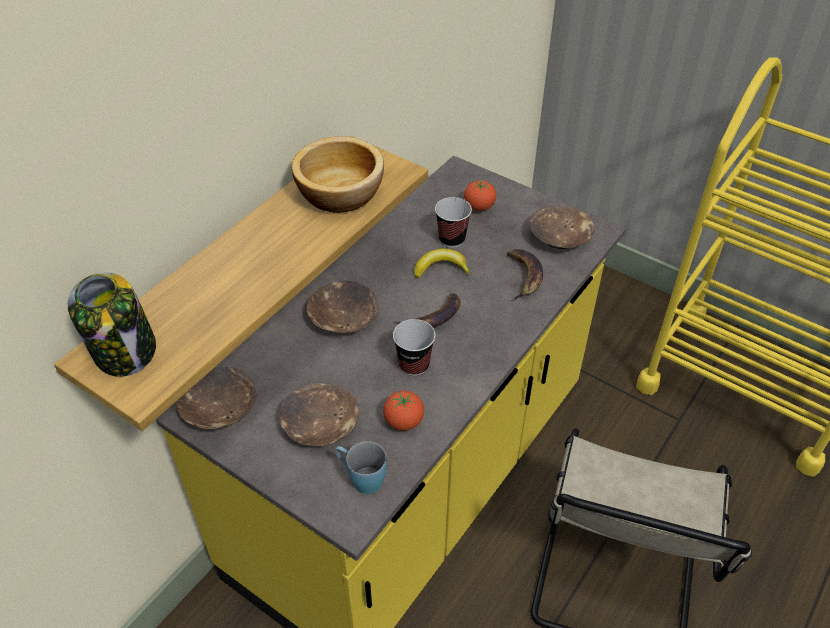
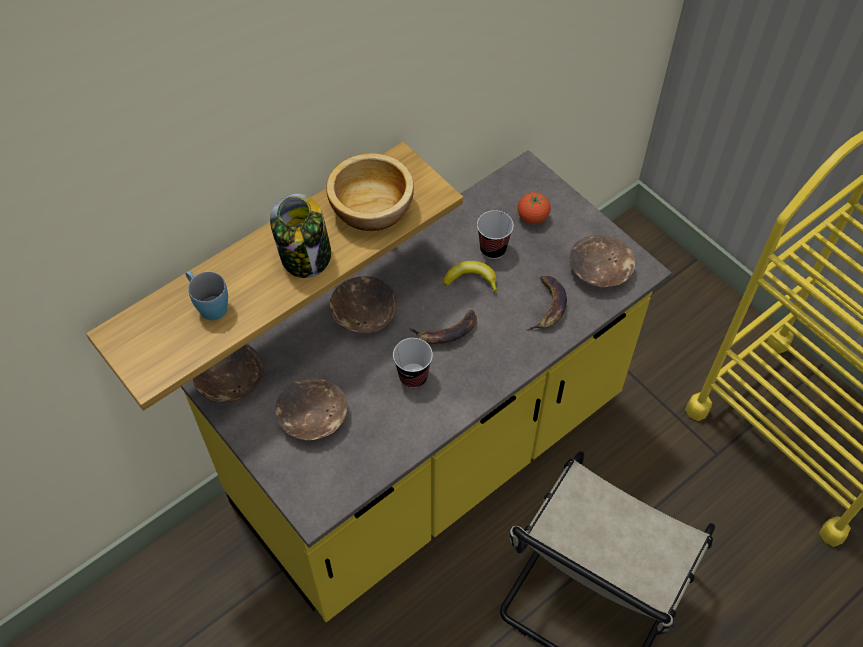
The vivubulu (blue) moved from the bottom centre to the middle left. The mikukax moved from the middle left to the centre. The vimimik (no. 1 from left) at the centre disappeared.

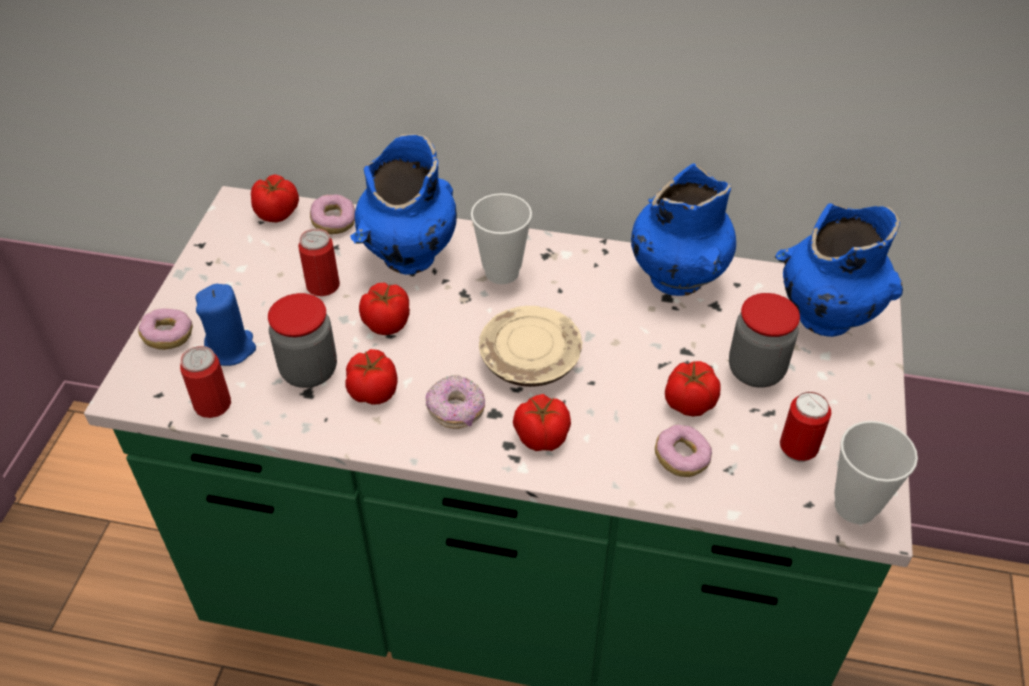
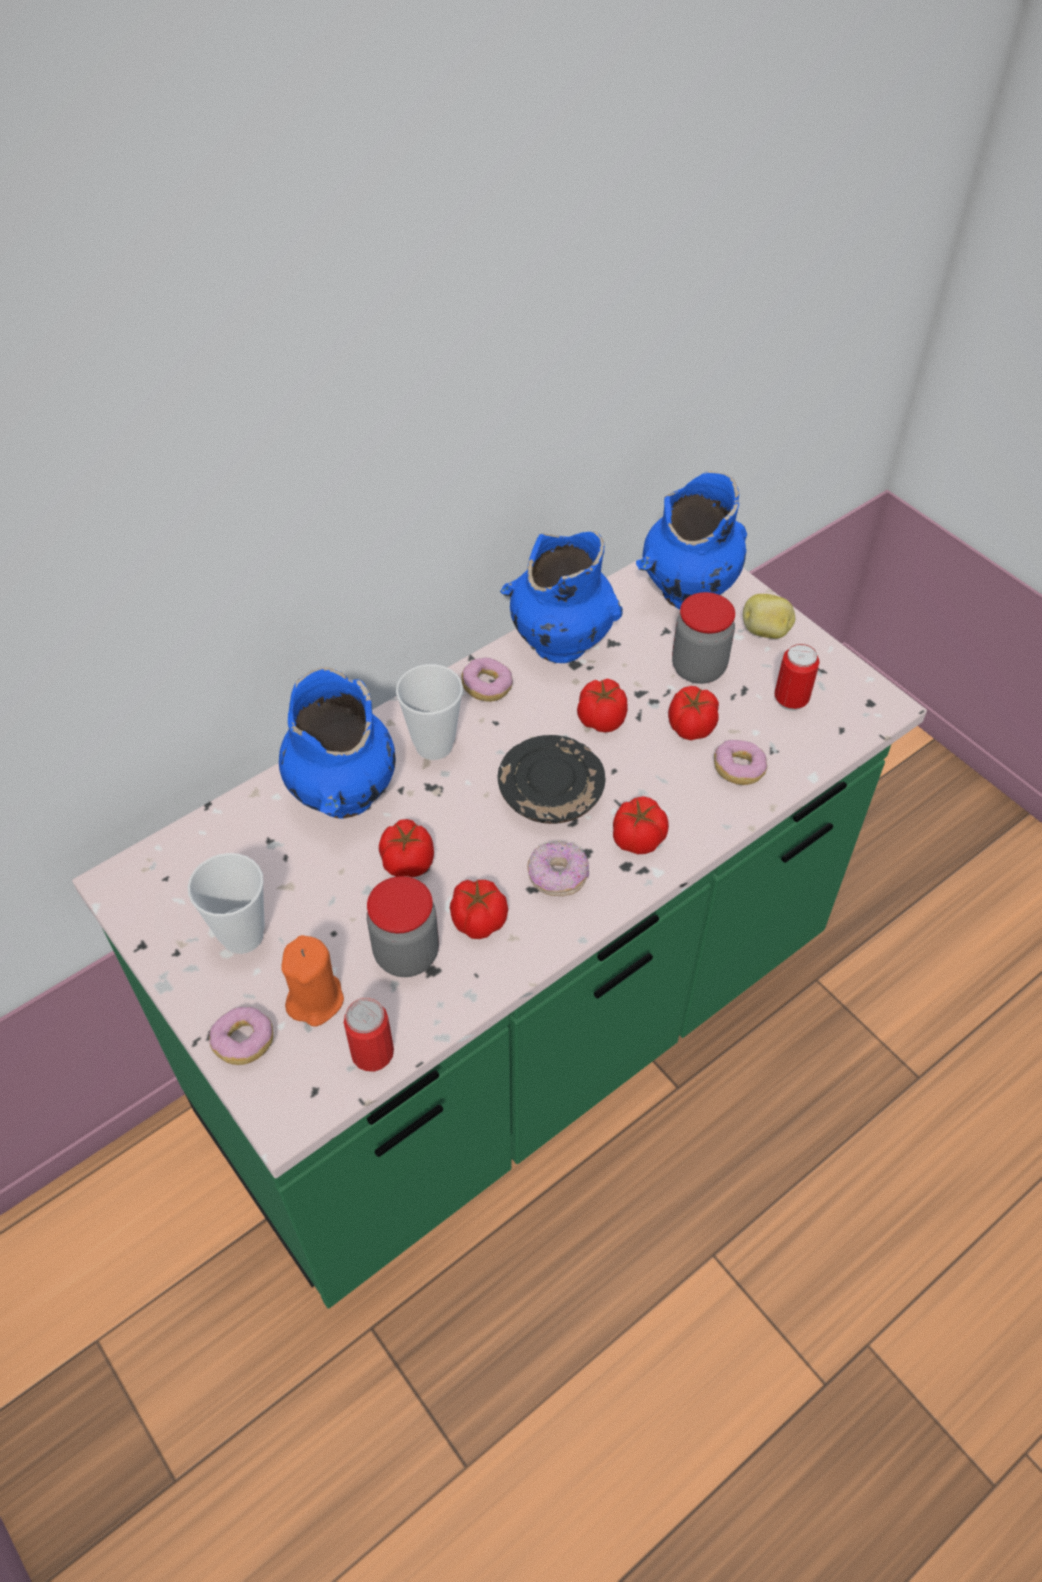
The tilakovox (no. 2 from left in the first image) moved from the bottom right to the middle left. The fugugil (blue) at the middle left became the fugugil (orange) at the middle left. The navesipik (no. 2 from left) moved from the top left to the centre. The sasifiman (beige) at the centre became the sasifiman (black) at the centre. The vimimik (no. 1 from left in the first image) moved from the top left to the centre. The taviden at the middle right appeared. The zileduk (no. 2 from left) at the middle left disappeared.

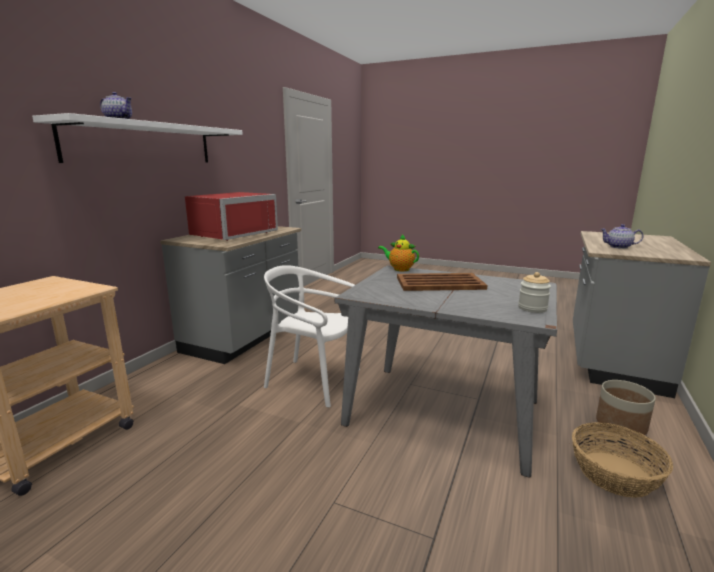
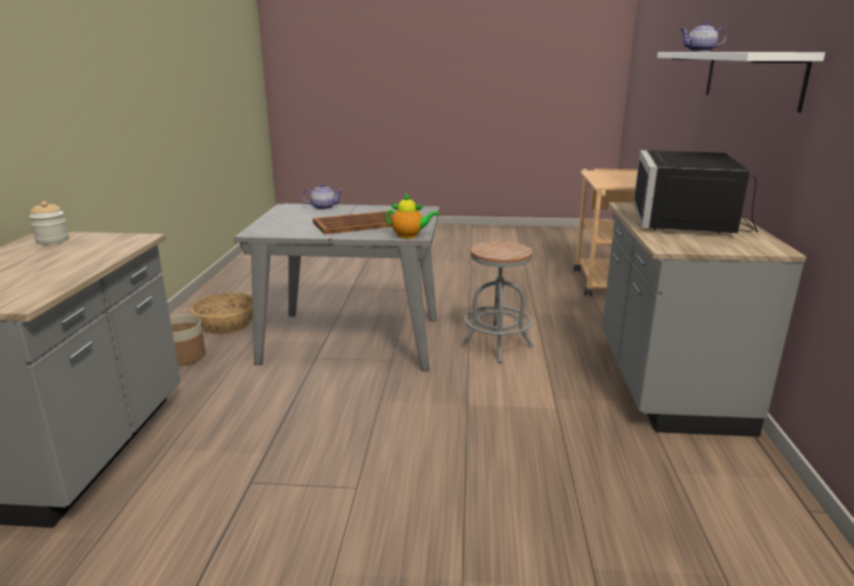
The mikukax moved from the middle right to the middle left. The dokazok (no. 3 from left in the first image) moved from the middle right to the centre. The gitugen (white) at the centre was replaced by the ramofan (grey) at the centre. The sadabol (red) at the middle left became the sadabol (black) at the top right.

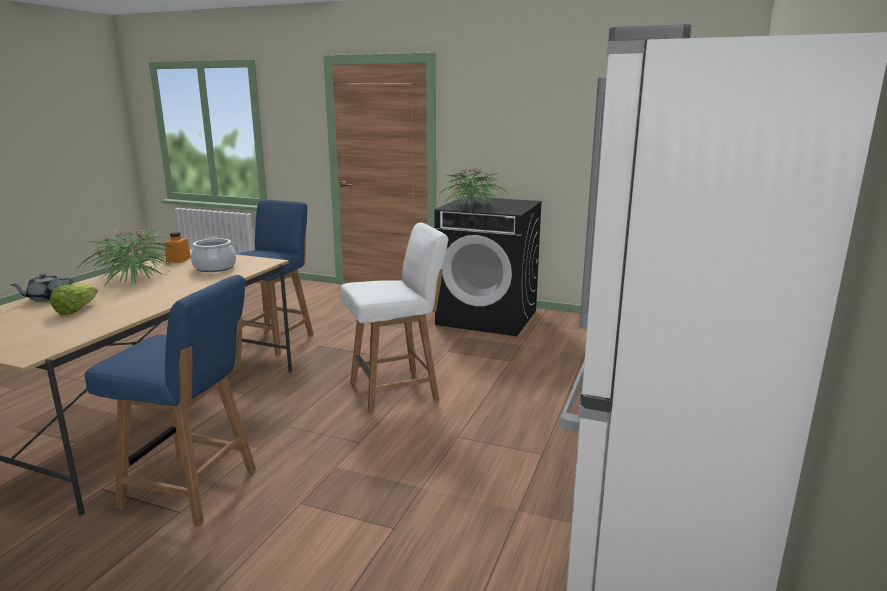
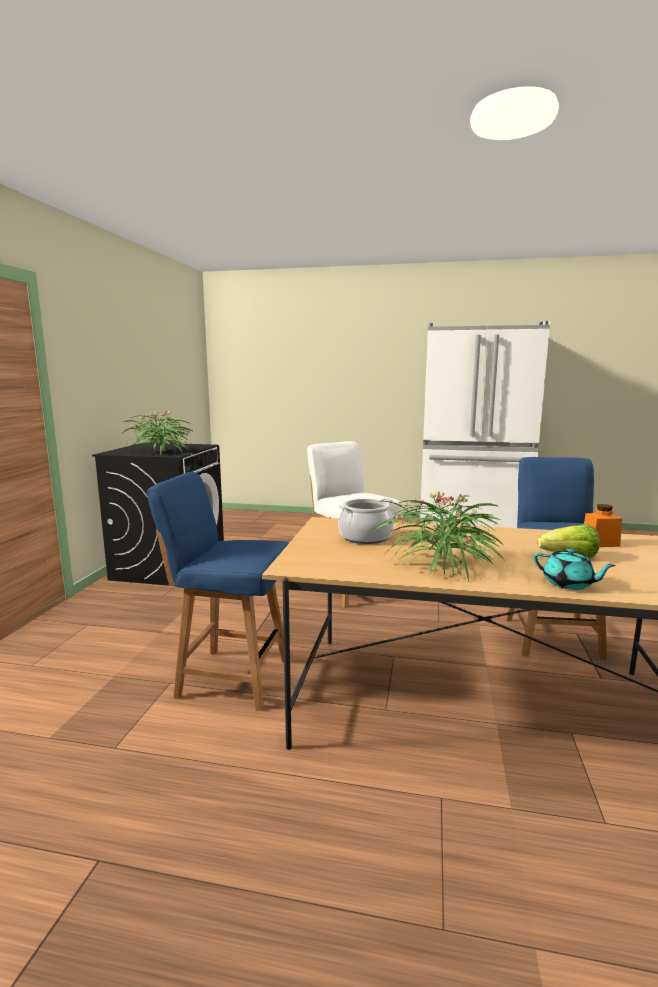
The dokazok (grey) at the middle left became the dokazok (turquoise) at the middle right. The mikukax (orange) moved from the middle left to the middle right.

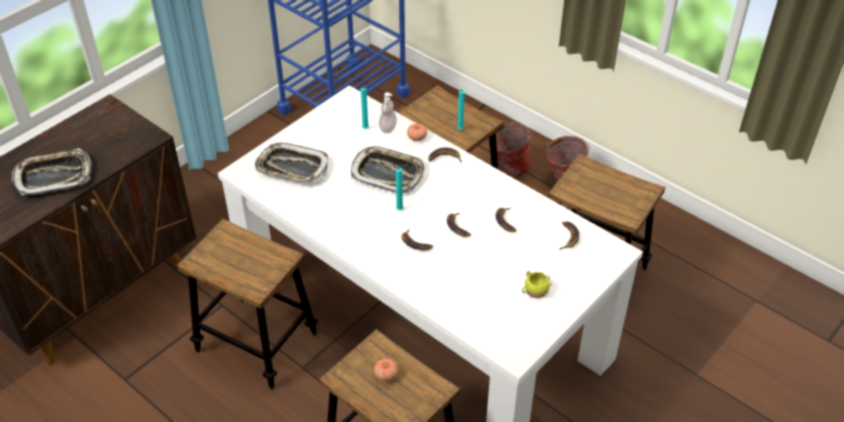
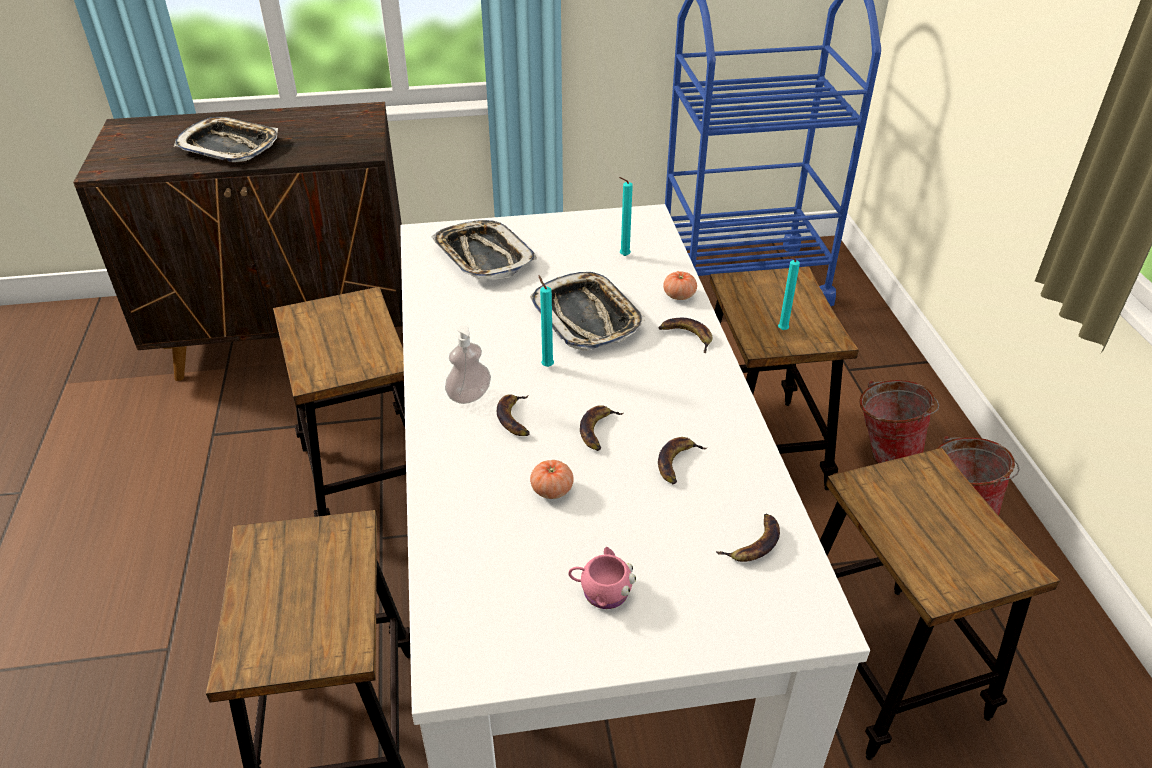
The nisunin moved from the top centre to the centre. The vimimik (no. 1 from left) moved from the bottom centre to the centre. The vivubulu (yellow) at the bottom centre became the vivubulu (pink) at the bottom centre.

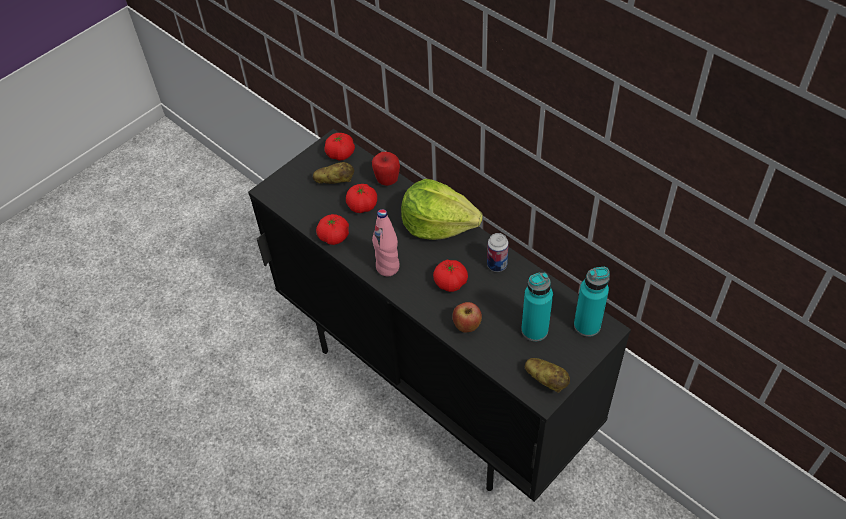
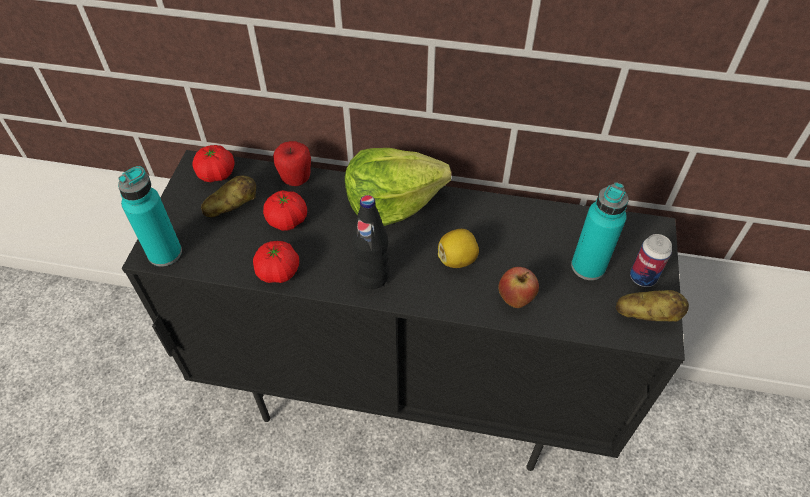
The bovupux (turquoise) (no. 2 from left in the first image) moved from the middle right to the middle left. The bovupux (pink) at the centre became the bovupux (black) at the centre. The vimimik (no. 4 from left) at the centre was replaced by the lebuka at the centre. The zileduk moved from the centre to the middle right.

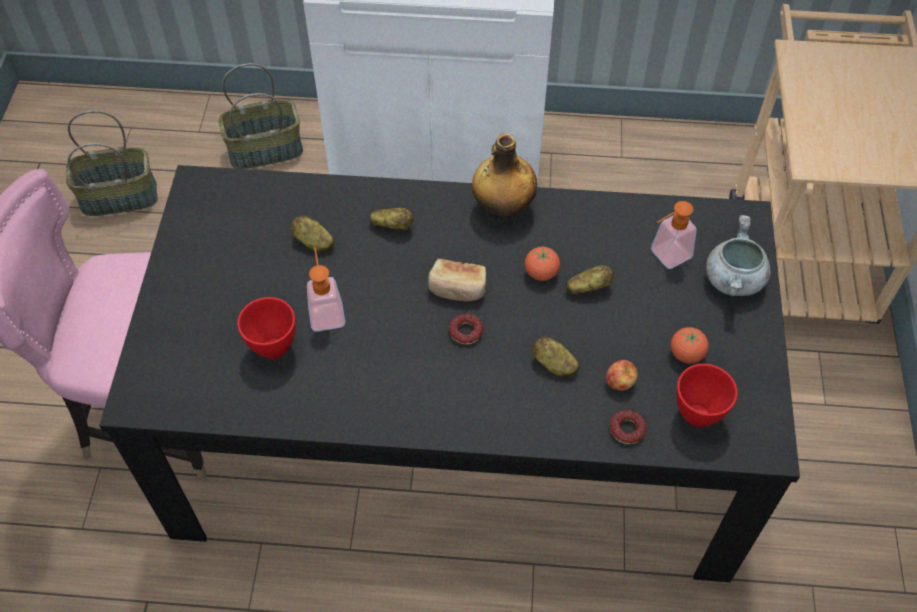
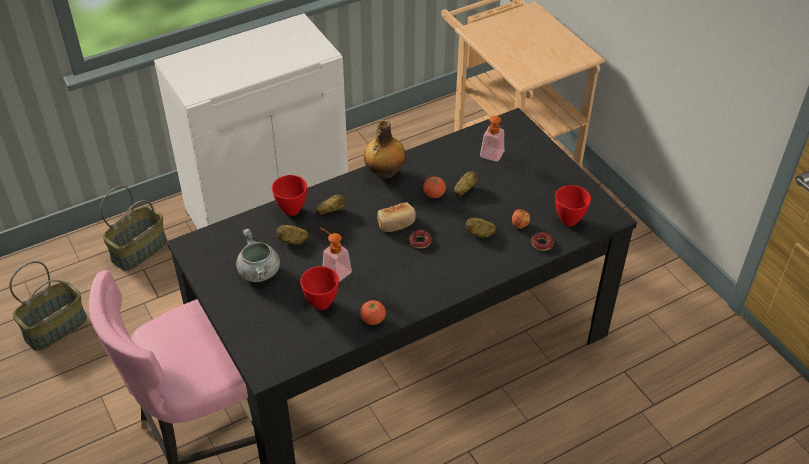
The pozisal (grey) moved from the middle right to the middle left. The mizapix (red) (no. 1 from left) at the centre appeared. The vimimik (no. 2 from left in the first image) moved from the middle right to the bottom centre.

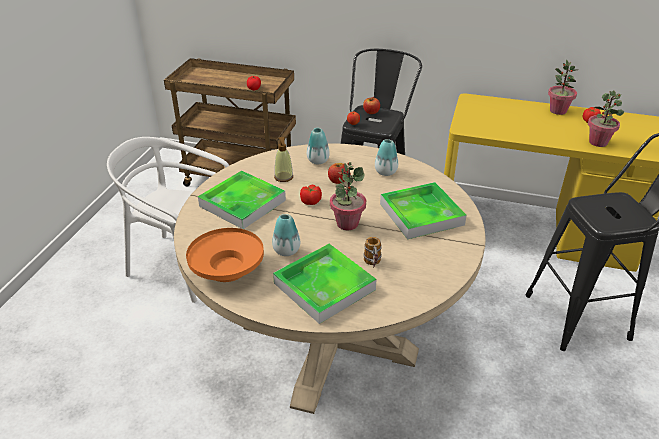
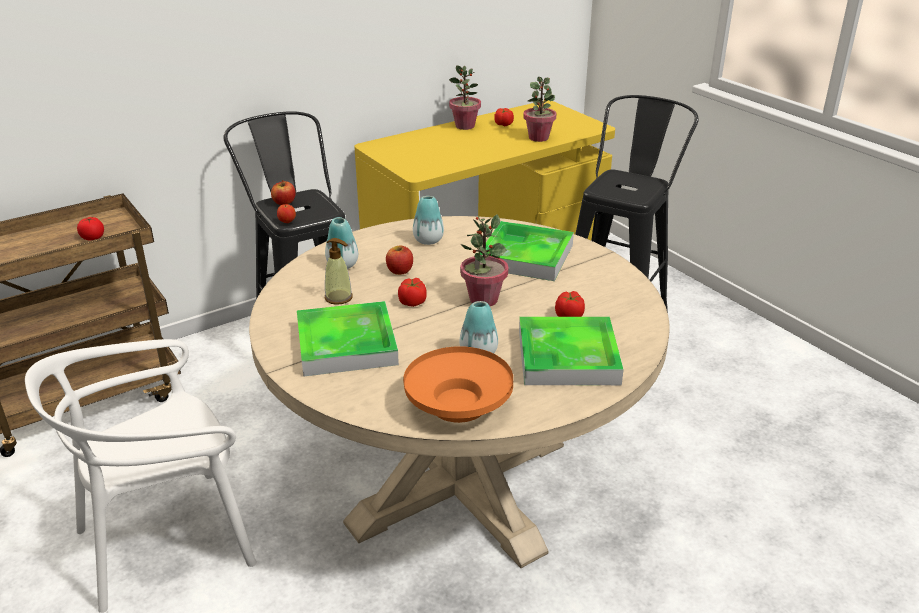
The vivubulu at the centre was replaced by the vimimik (no. 4 from left) at the centre.

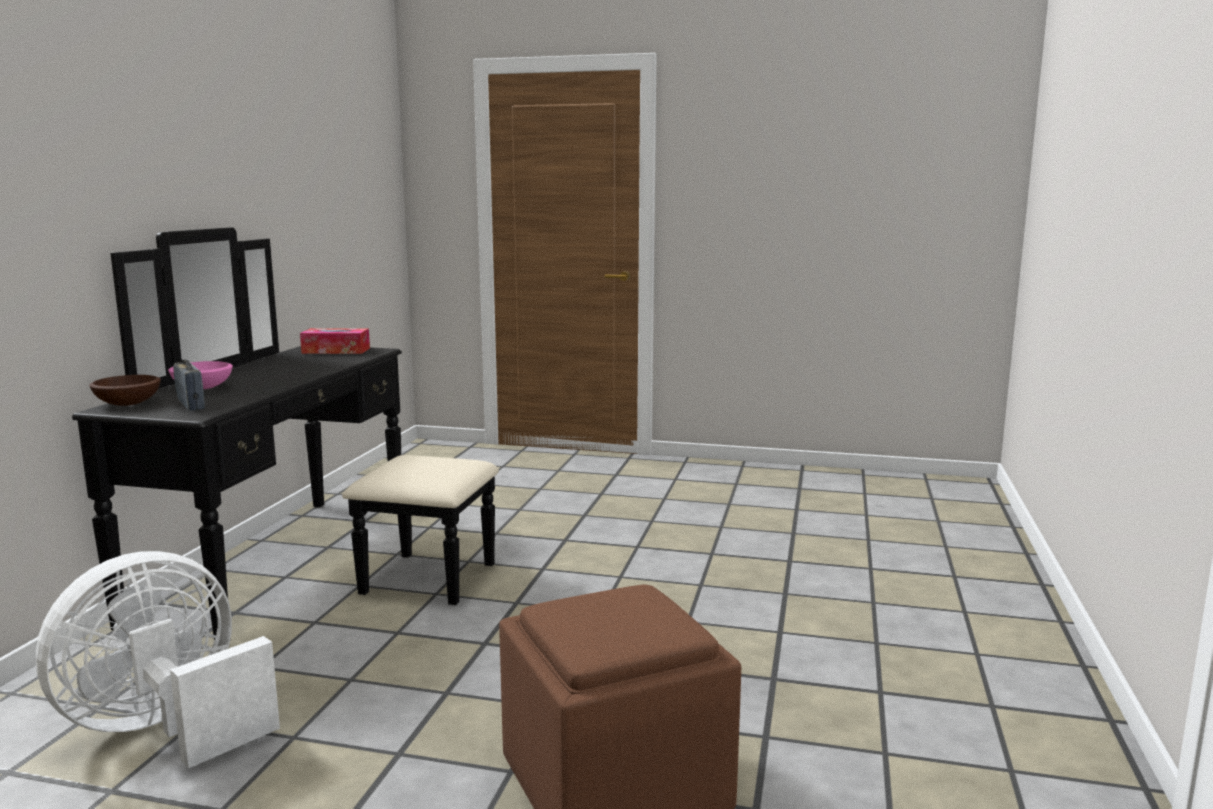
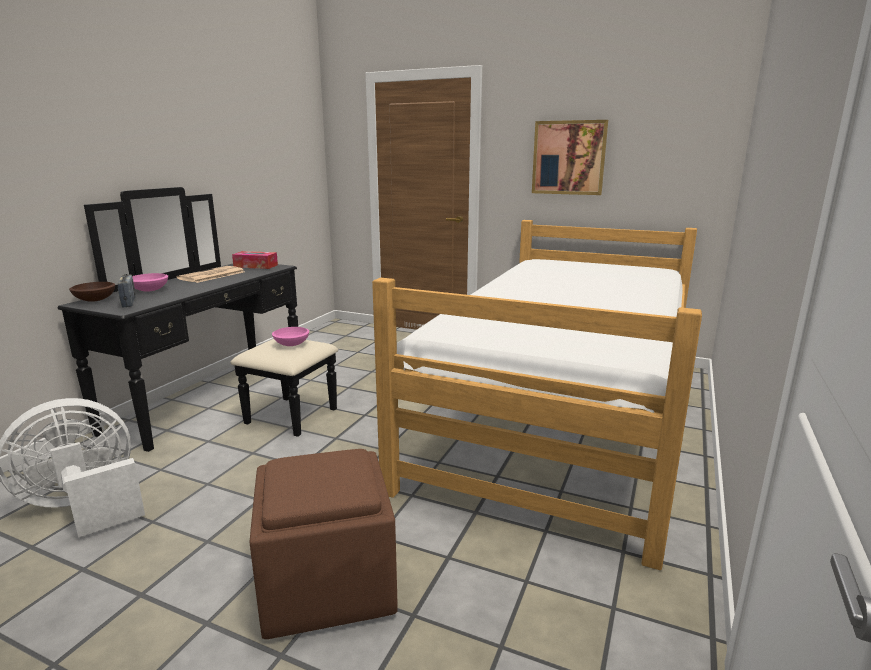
The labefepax at the middle left appeared. The mizapix (pink) (no. 2 from left) at the middle left appeared. The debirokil at the centre appeared. The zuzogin at the top centre appeared.

